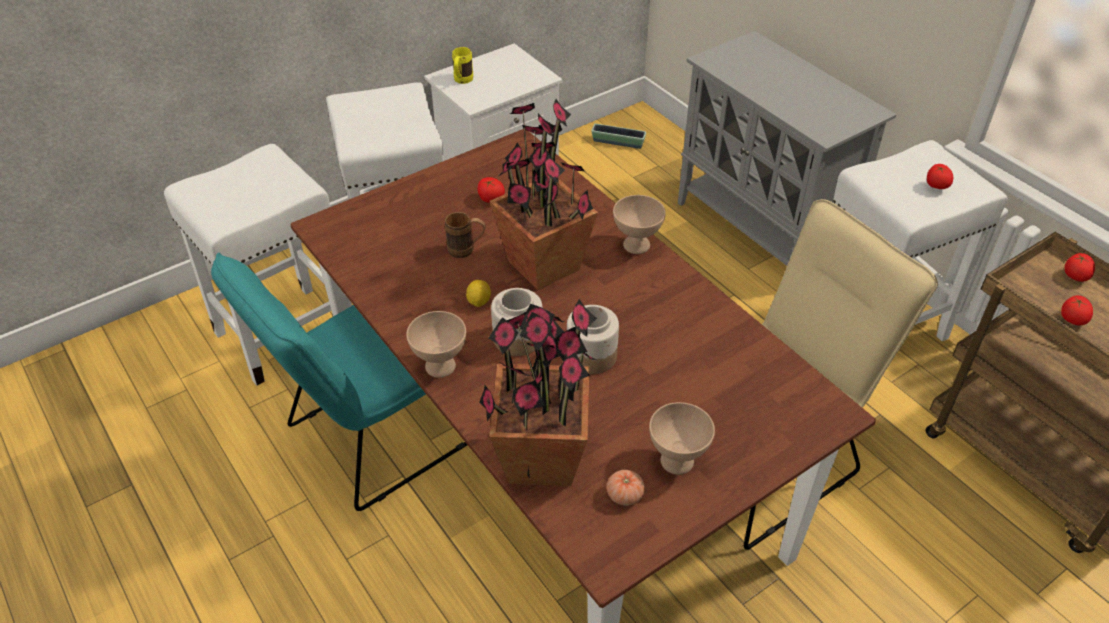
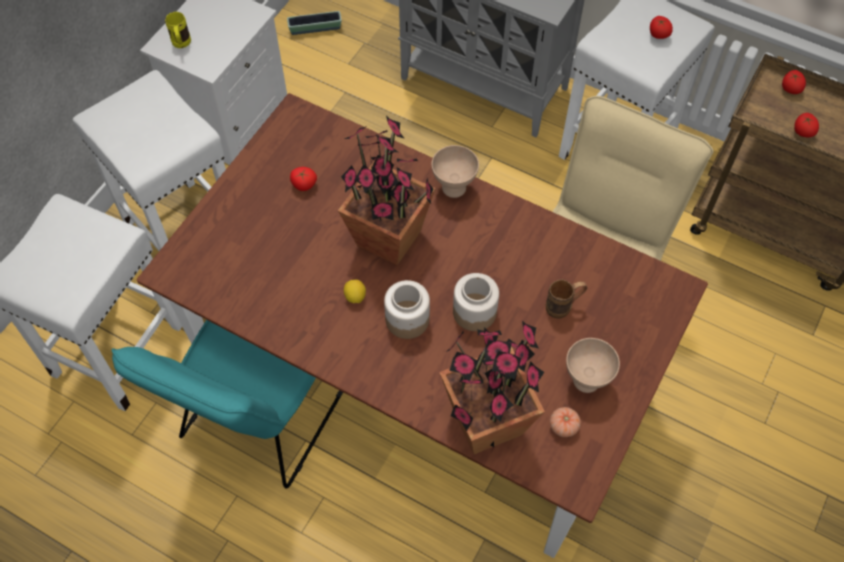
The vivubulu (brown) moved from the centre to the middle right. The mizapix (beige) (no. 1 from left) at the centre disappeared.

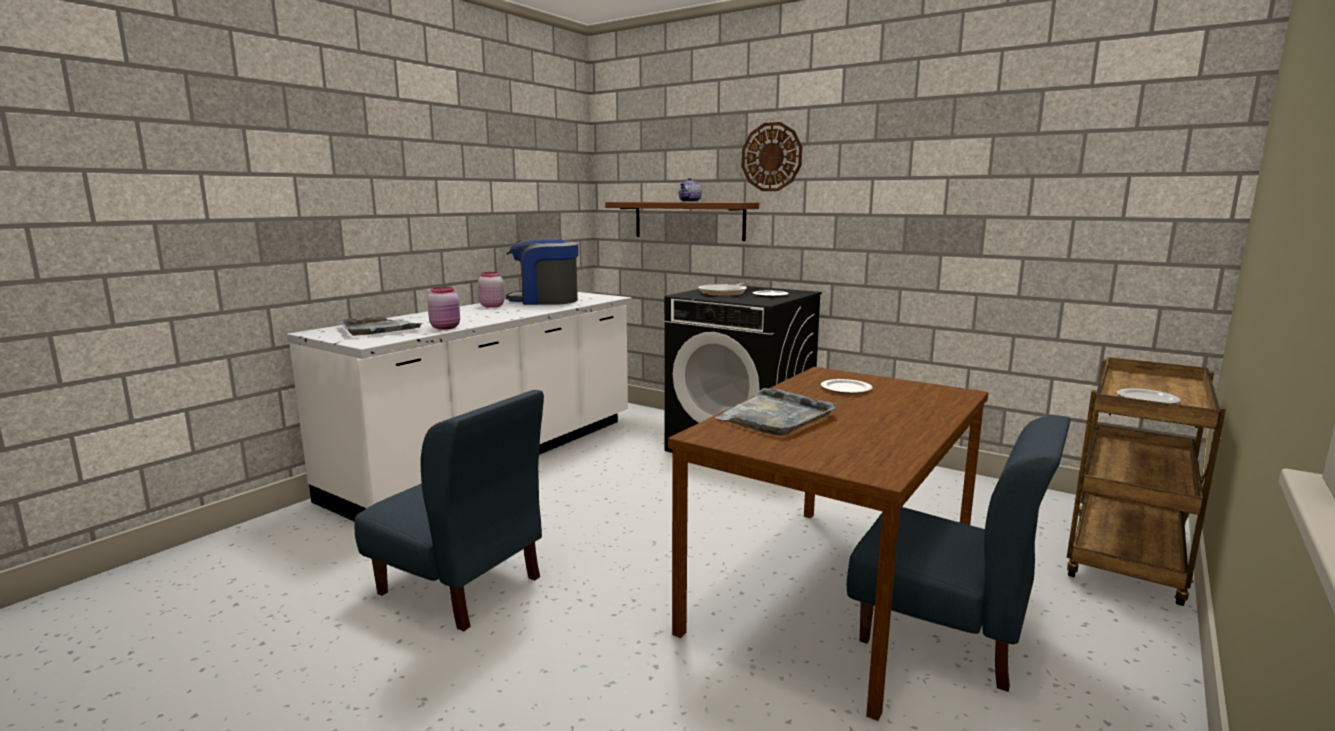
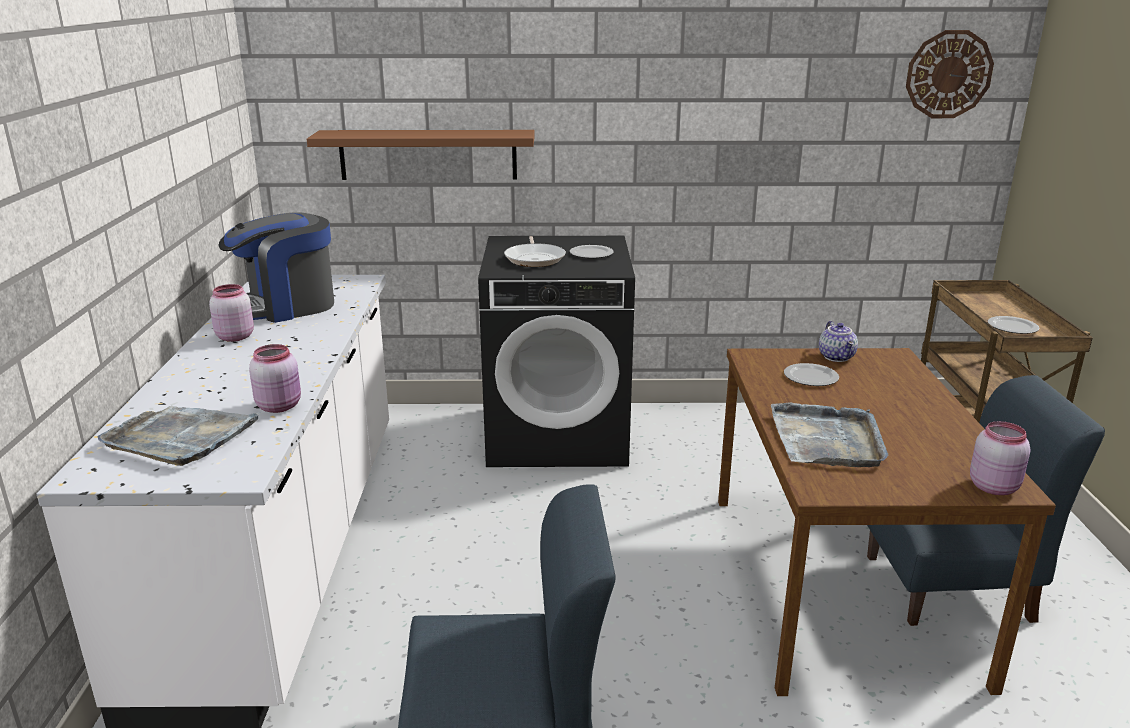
The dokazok moved from the top centre to the middle right. The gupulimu moved from the top centre to the top right. The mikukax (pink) (no. 3 from left) at the middle right appeared.

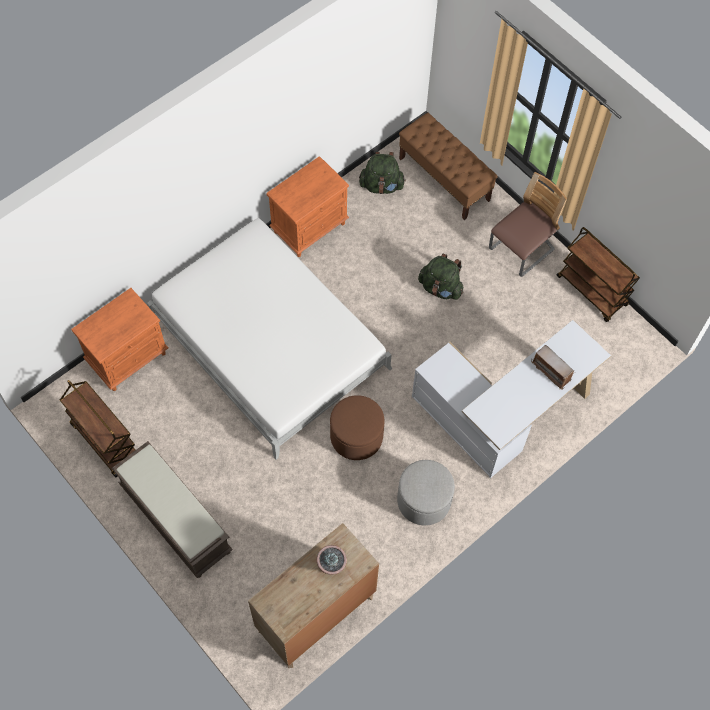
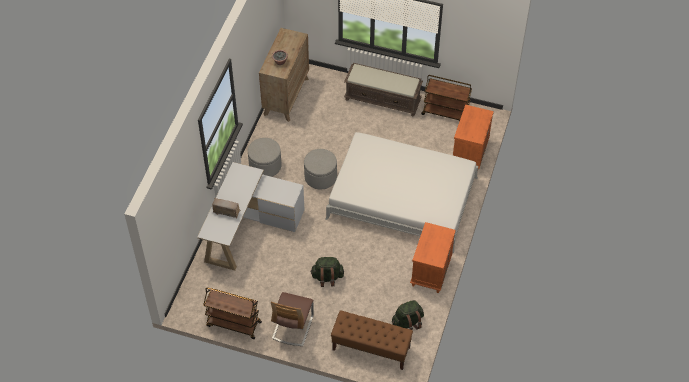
The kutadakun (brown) at the centre became the kutadakun (grey) (no. 2 from left) at the centre.

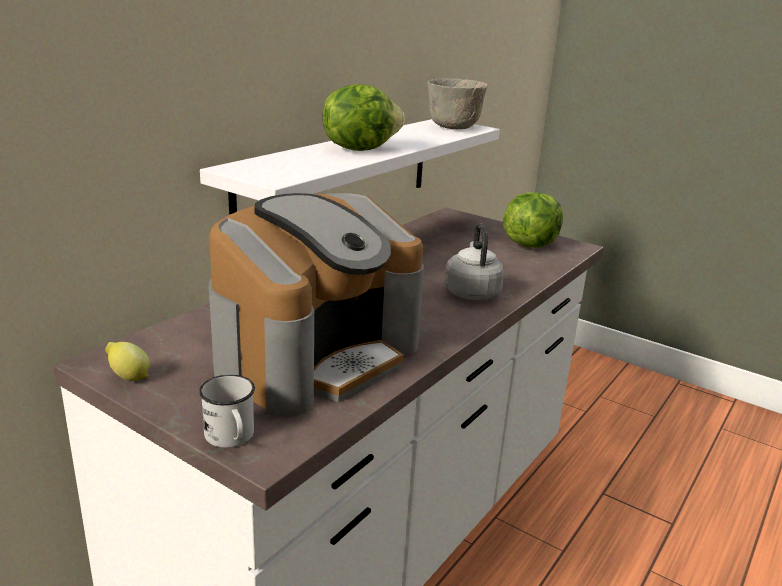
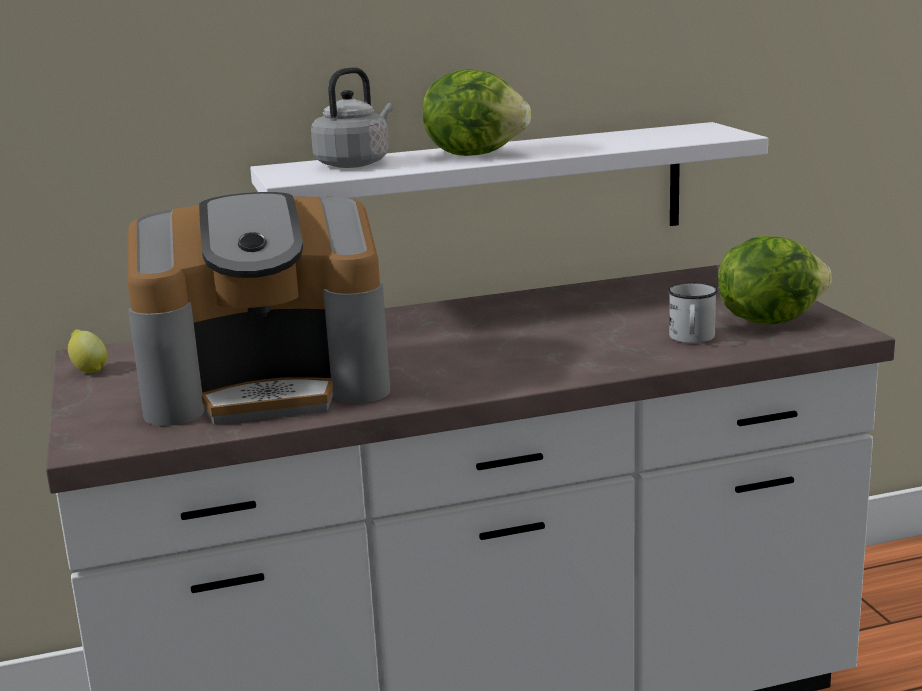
The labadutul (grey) moved from the centre to the top centre. The vivubulu (white) moved from the bottom left to the middle right. The mizapix (grey) at the top centre disappeared.

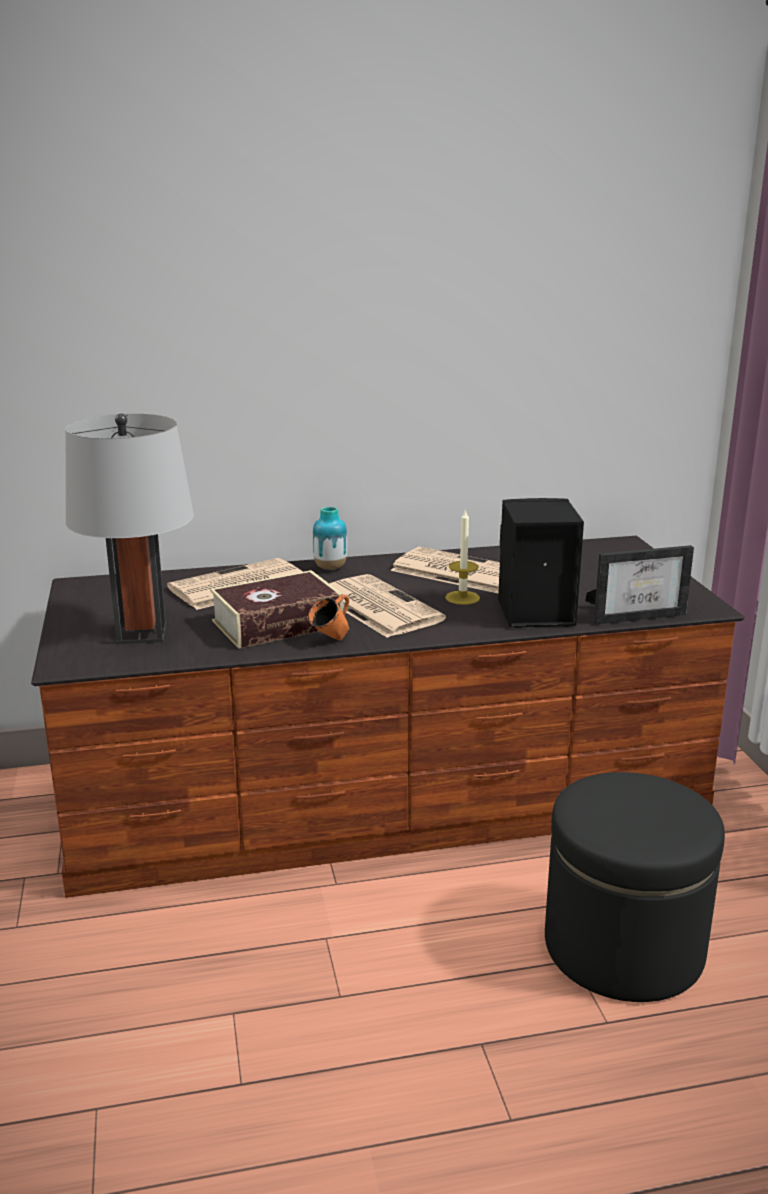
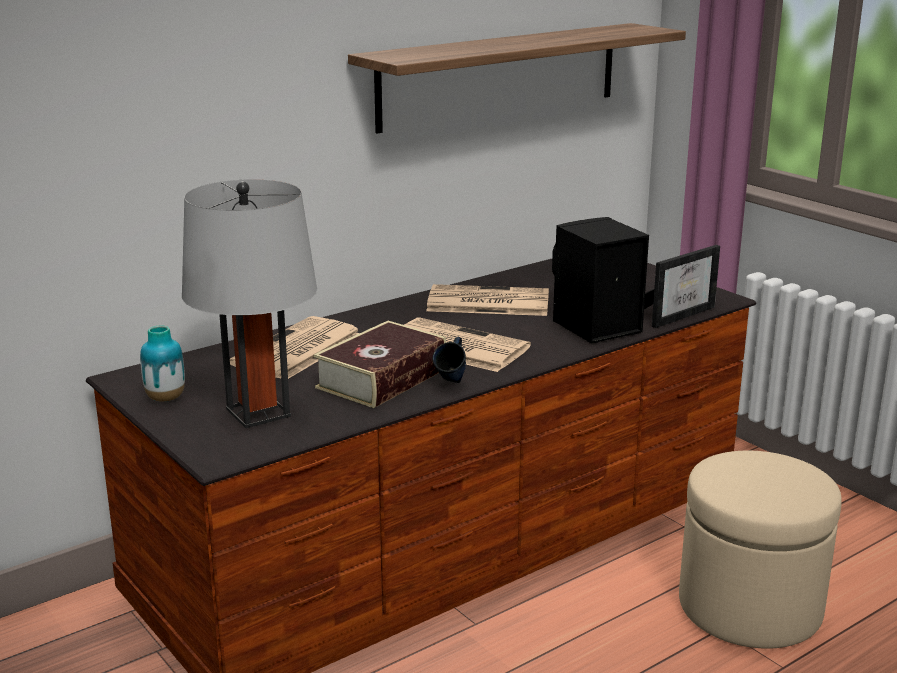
The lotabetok moved from the centre to the middle left. The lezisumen at the top centre appeared. The vivubulu (orange) at the centre became the vivubulu (blue) at the centre. The kutadakun (black) at the bottom right became the kutadakun (beige) at the bottom right. The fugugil at the centre disappeared.

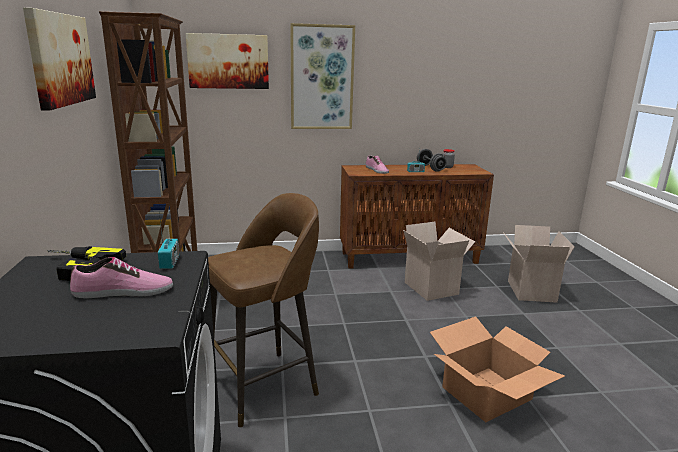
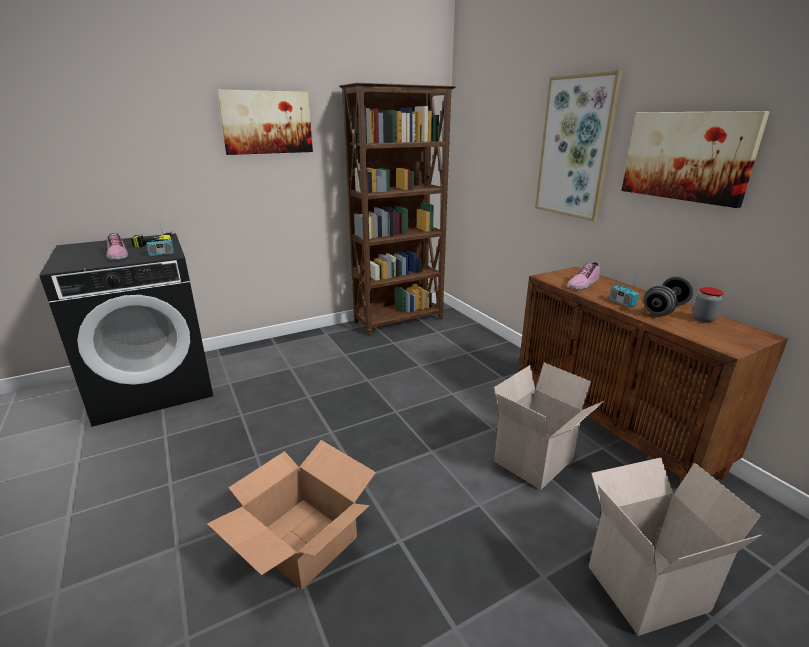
The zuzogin (no. 2 from left in the first image) moved from the top centre to the top right. The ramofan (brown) at the bottom centre disappeared.

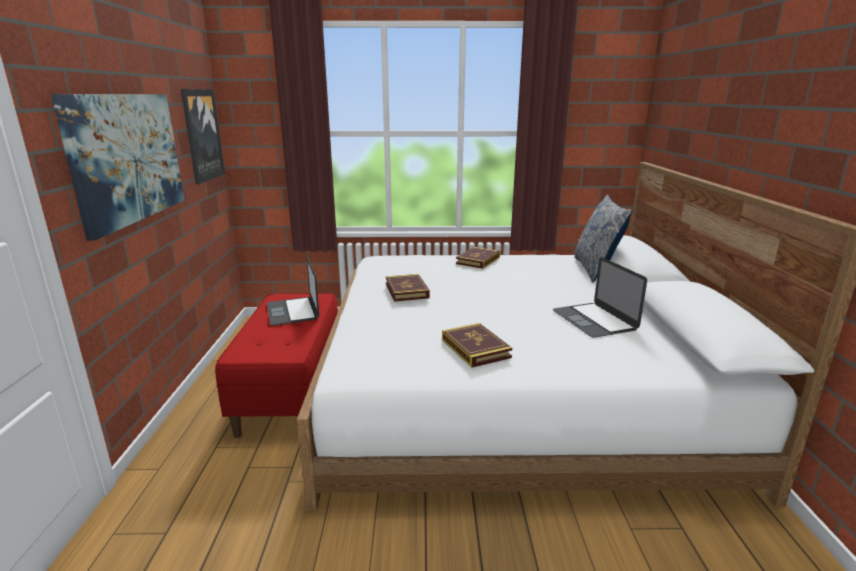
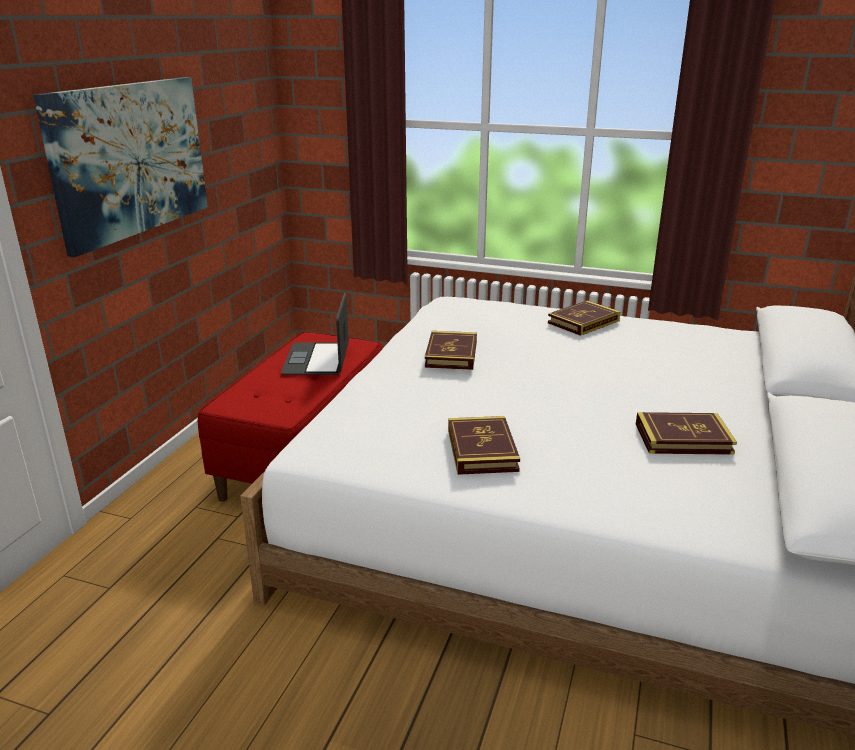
The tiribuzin (no. 2 from left) at the middle right was replaced by the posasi (no. 4 from left) at the middle right. The zuzogin (no. 2 from left) at the top left disappeared. The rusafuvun at the middle right disappeared.

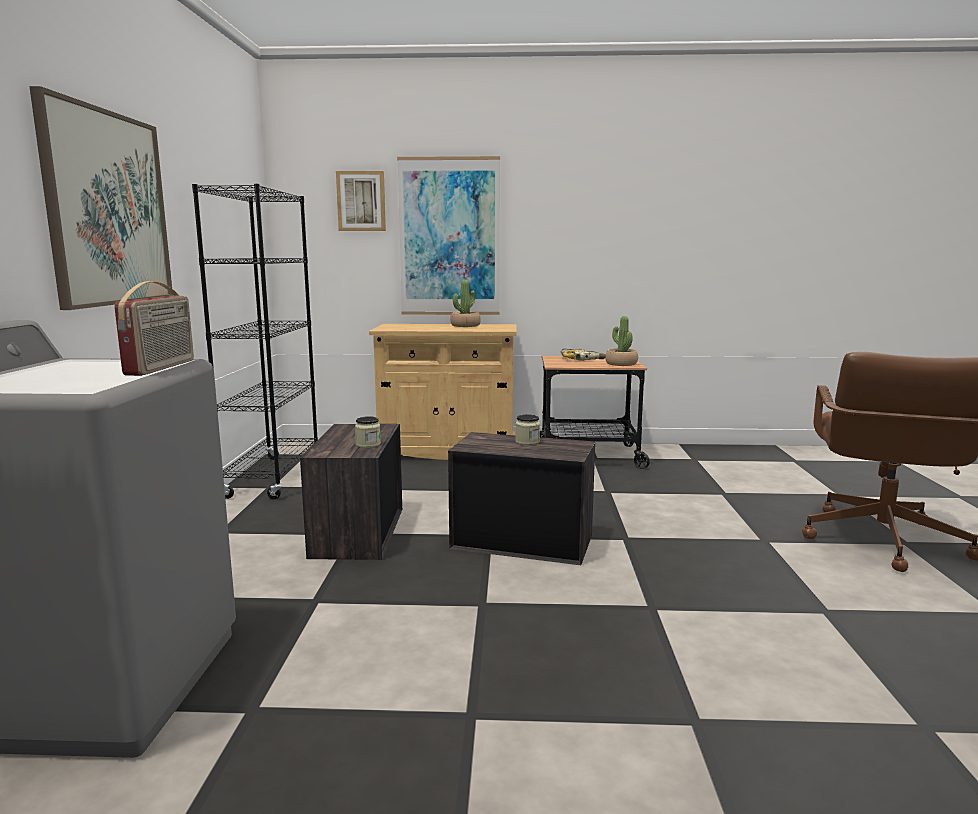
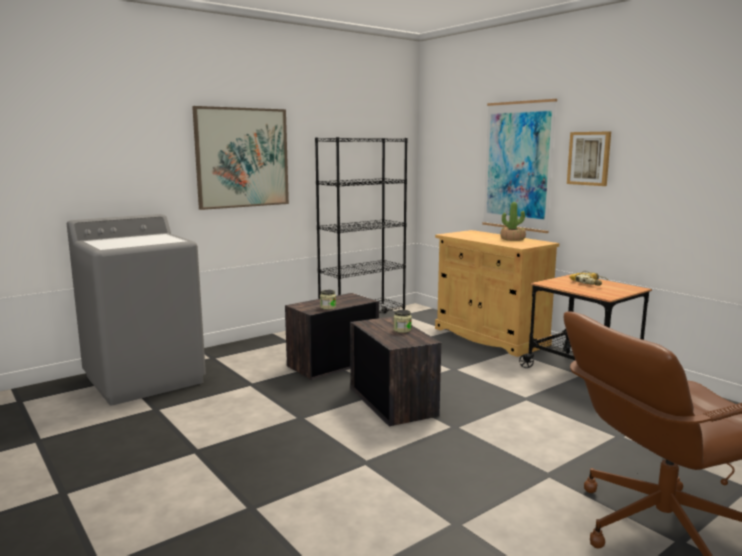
The zuzogin (no. 2 from left in the first image) moved from the top centre to the top right. The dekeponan at the middle left disappeared. The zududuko (no. 2 from left) at the centre disappeared.

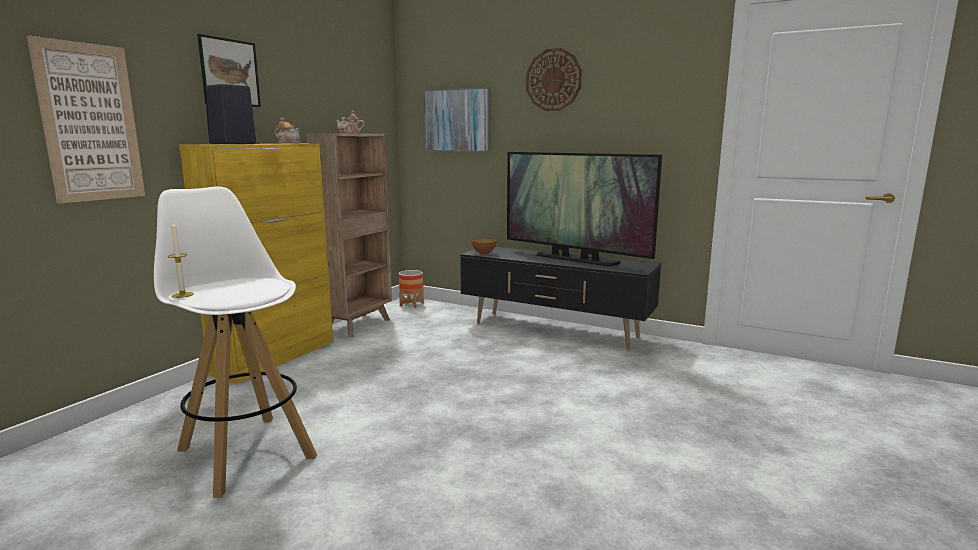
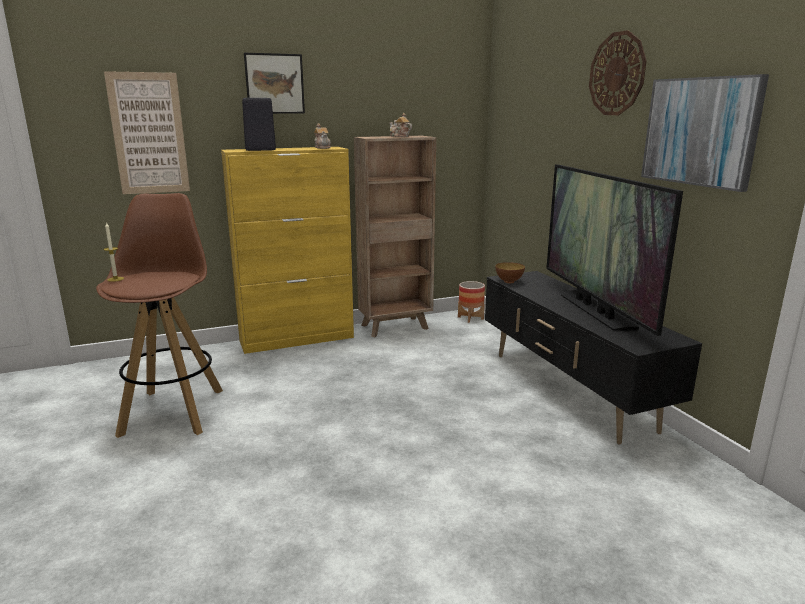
The ramofan (white) at the middle left became the ramofan (brown) at the middle left. The zuzogin (no. 3 from left) moved from the top centre to the top right.

